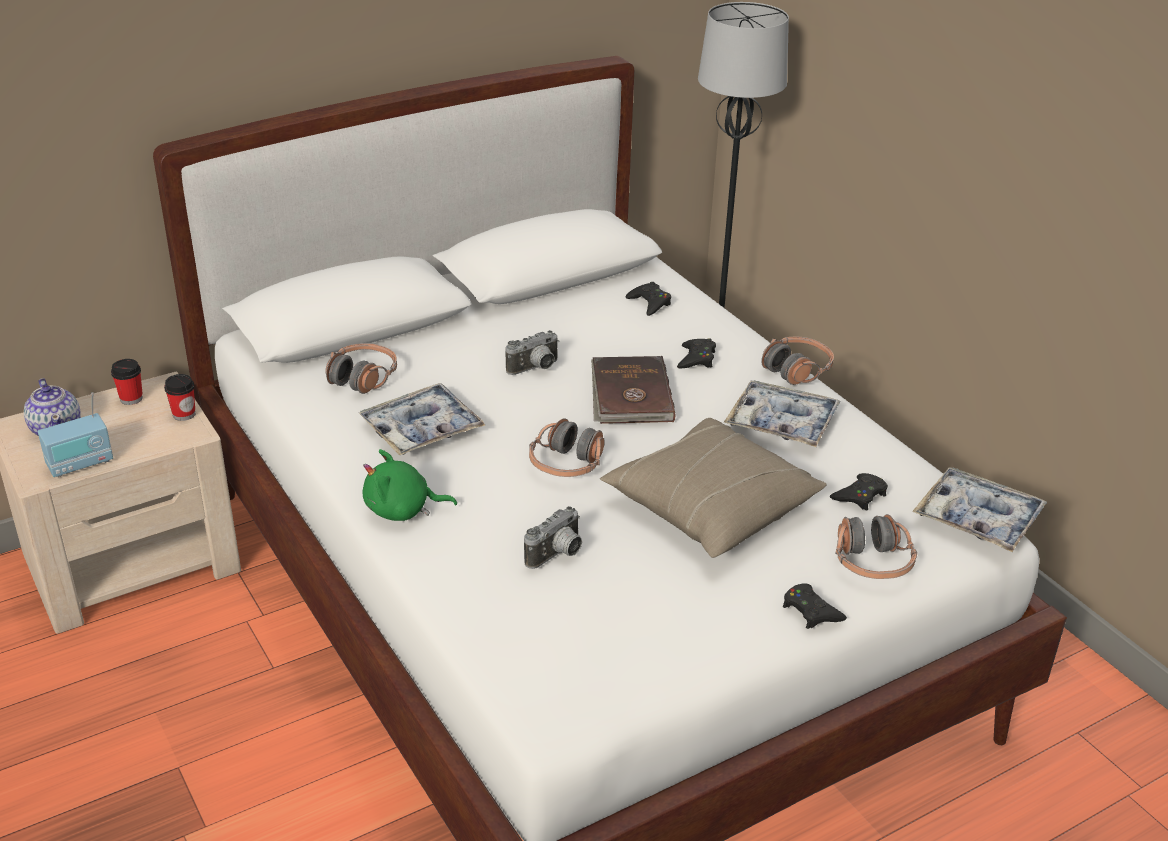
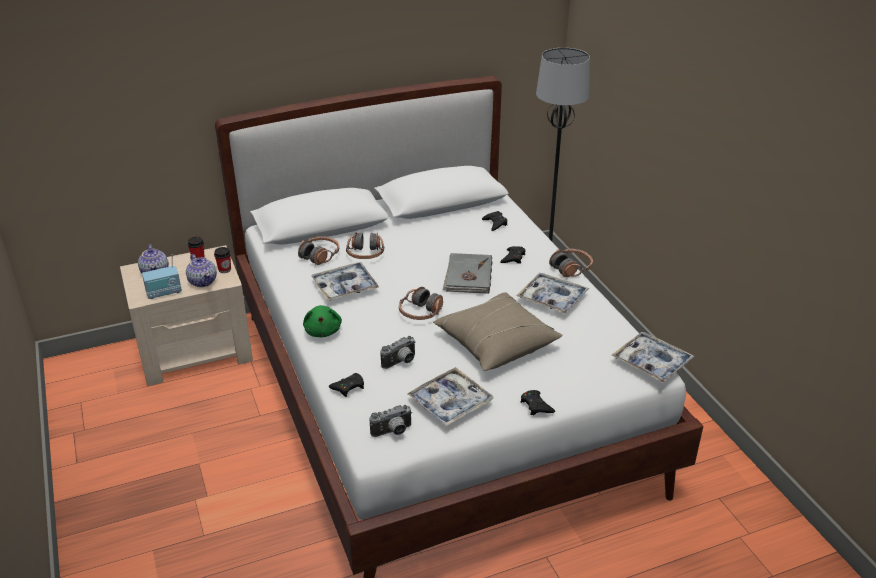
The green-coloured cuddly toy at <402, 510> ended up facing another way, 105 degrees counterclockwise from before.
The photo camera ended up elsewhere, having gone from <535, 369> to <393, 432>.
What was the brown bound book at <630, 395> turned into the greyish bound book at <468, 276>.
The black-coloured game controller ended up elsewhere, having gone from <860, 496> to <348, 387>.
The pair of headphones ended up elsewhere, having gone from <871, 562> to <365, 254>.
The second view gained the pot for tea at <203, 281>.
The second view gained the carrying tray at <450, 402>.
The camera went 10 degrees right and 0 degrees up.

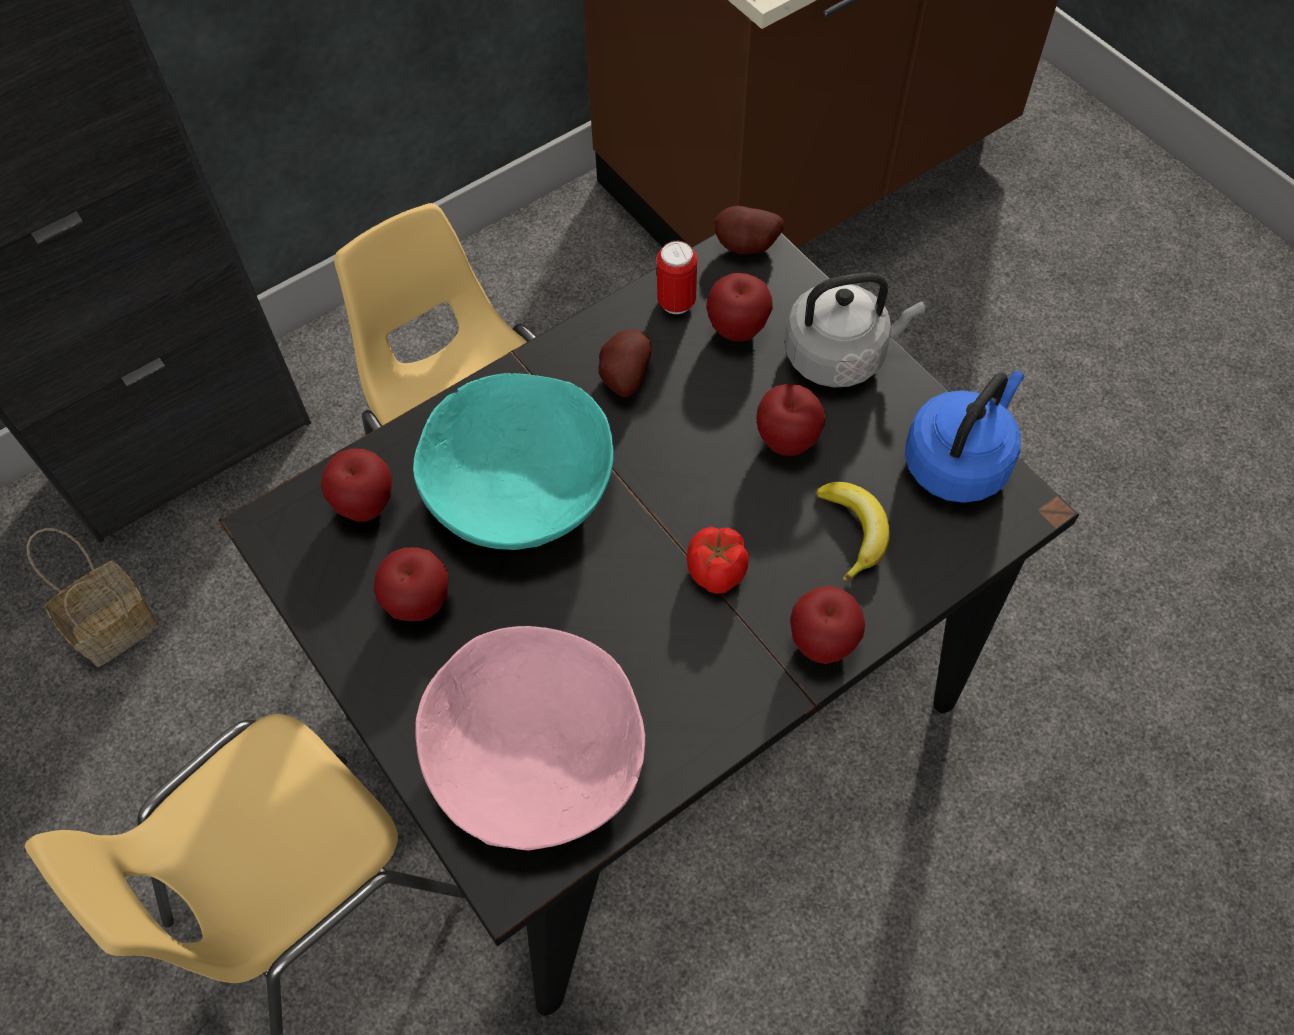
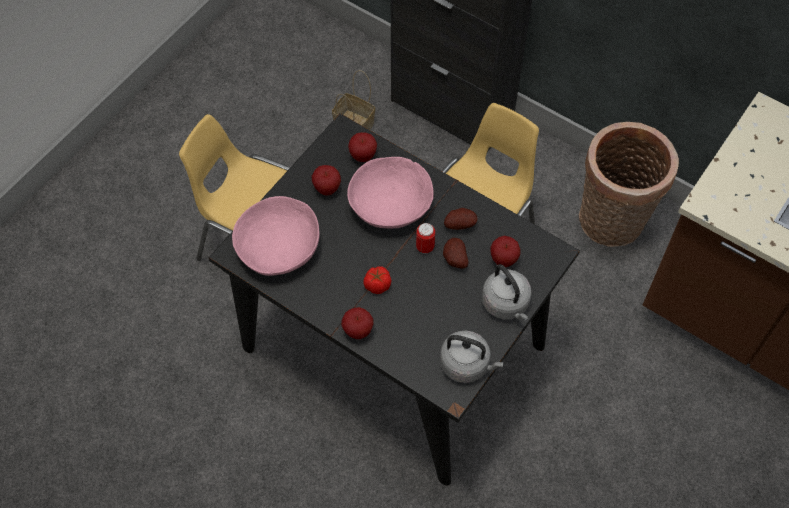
What was the blue-green serving bowl at <520, 488> turned into the pink-coloured serving bowl at <390, 205>.
The sealed can ended up elsewhere, having gone from <676, 302> to <425, 247>.
The spud ended up elsewhere, having gone from <747, 248> to <454, 260>.
The second view lost the apple fruit at <787, 441>.
The second view lost the whole banana at <853, 531>.
What was the blue-coloured kettle at <958, 461> turned into the greyish kettle at <467, 365>.
The second view gained the basket at <611, 224>.
The camera went 70 degrees right and 0 degrees up.

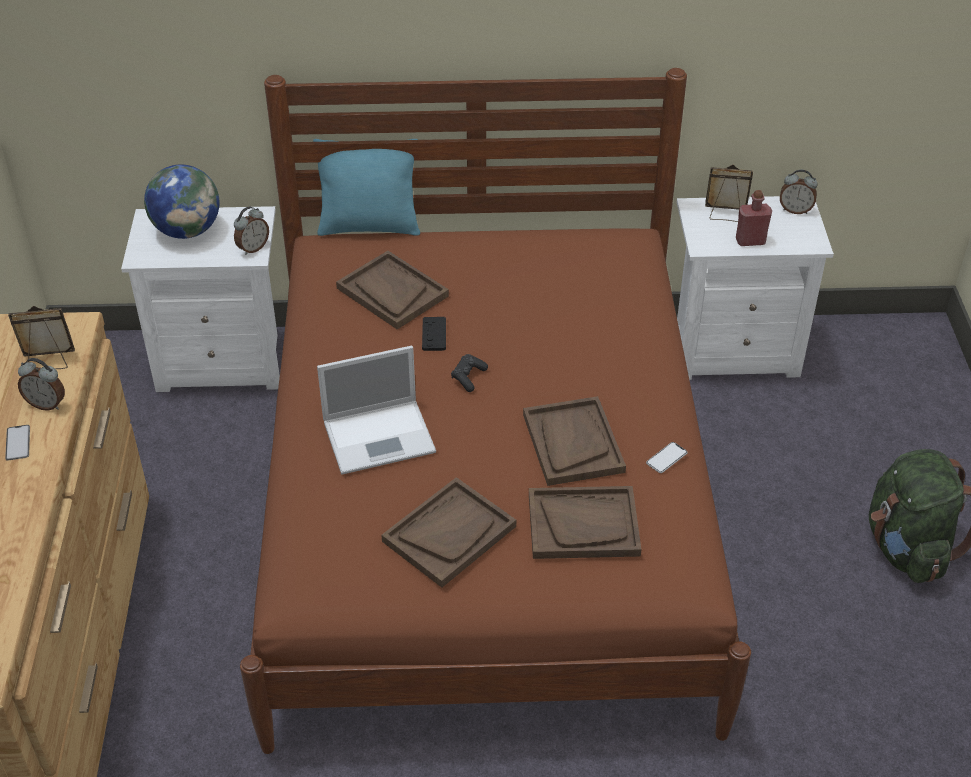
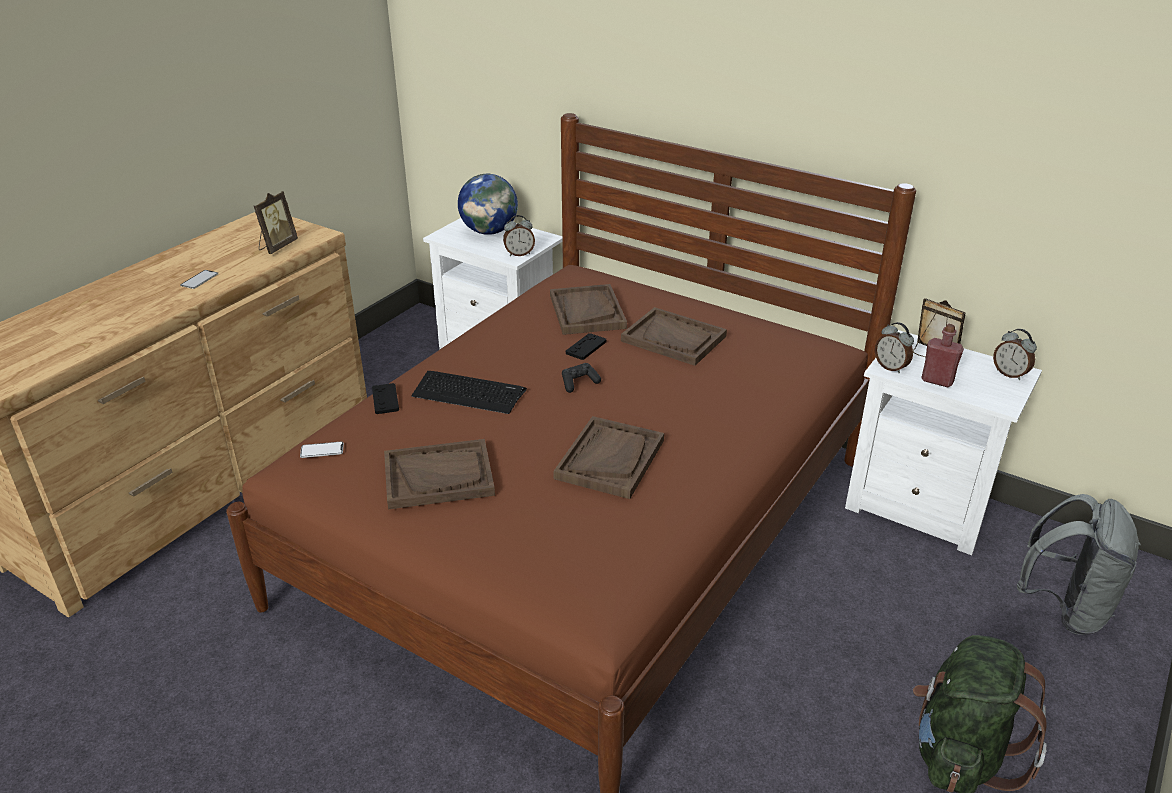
The standing frame at <49, 362> ended up facing another way, 90 degrees clockwise from before.
The table clock ended up elsewhere, having gone from <47, 404> to <891, 367>.
The second view lost the blue-green pillow at <369, 227>.
Where the laptop stood at <381, 436>, the computer keyboard came to stand at <468, 393>.
The brown carrying tray ended up elsewhere, having gone from <583, 524> to <674, 339>.
The handset ended up elsewhere, having gone from <666, 458> to <322, 450>.
The second view gained the black-coloured game controller at <385, 399>.
The second view gained the greyish knapsack at <1065, 608>.
The camera went 35 degrees right and 10 degrees down.

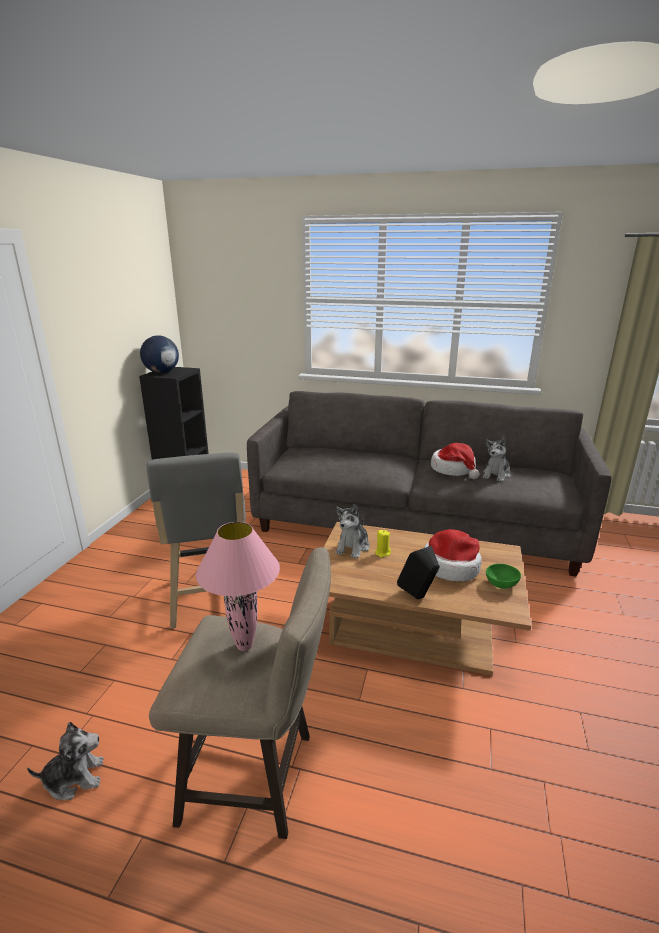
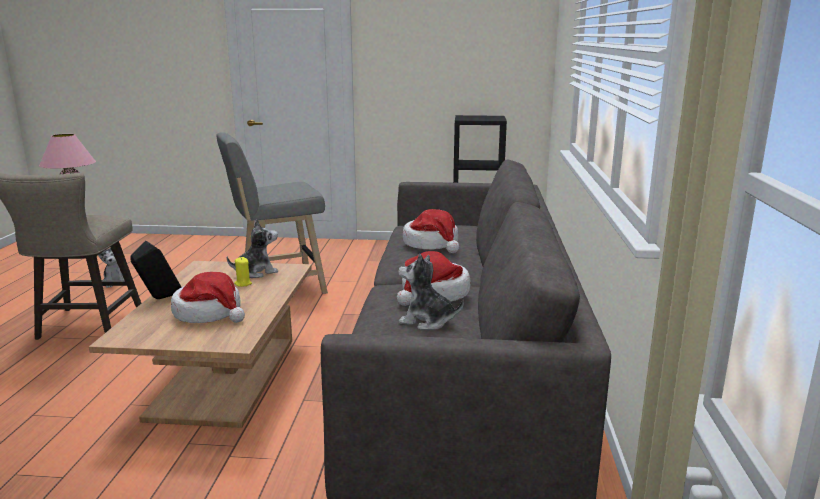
The second view lost the world globe at <161, 372>.
The cuddly toy at <353, 547> ended up facing another way, 135 degrees clockwise from before.
The second view lost the green-coloured serving bowl at <500, 584>.
The second view gained the wearable hat at <432, 244>.
The camera went 80 degrees right and 5 degrees down.

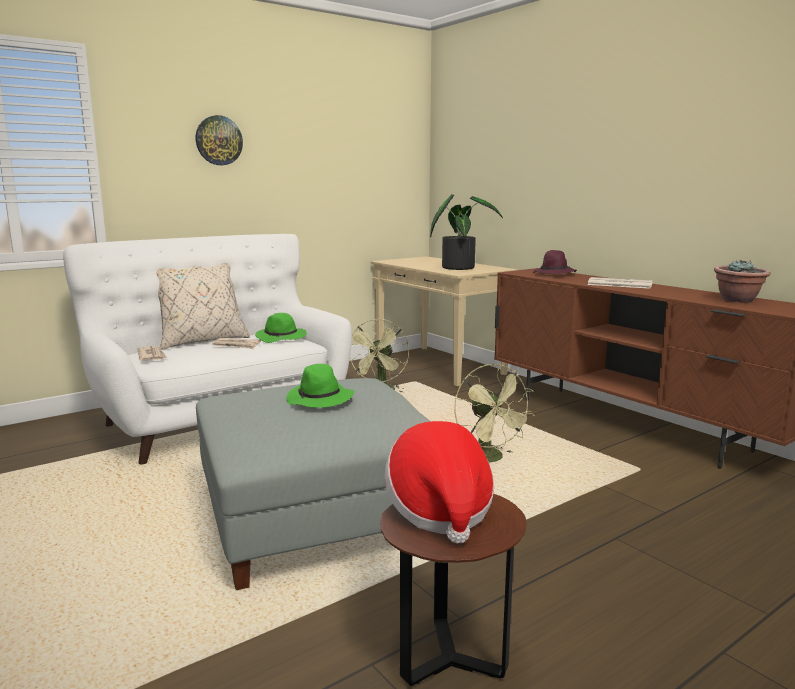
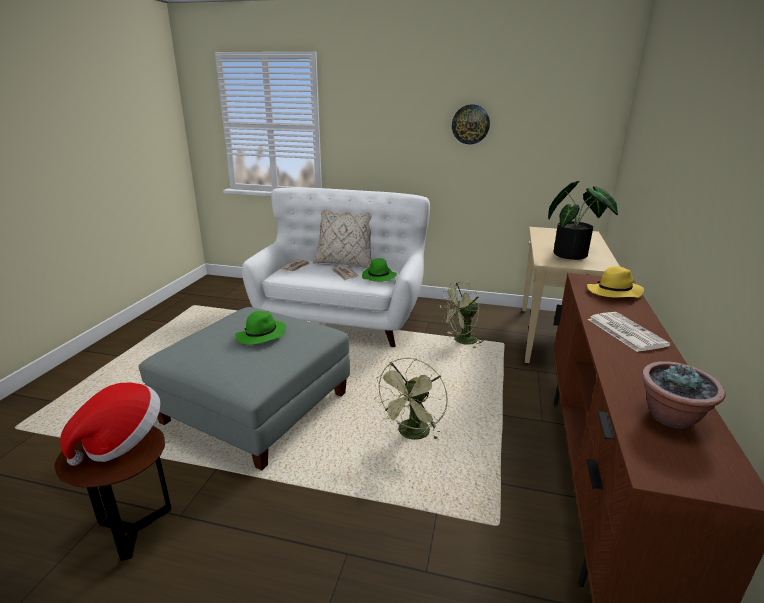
The wall clock ended up elsewhere, having gone from <218, 140> to <470, 124>.
What was the purplish wearable hat at <554, 274> turned into the yellow wearable hat at <613, 293>.
The camera went 50 degrees right and 10 degrees up.

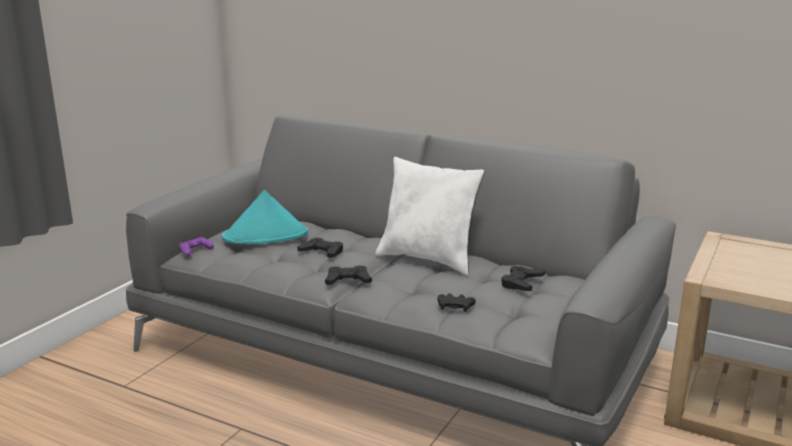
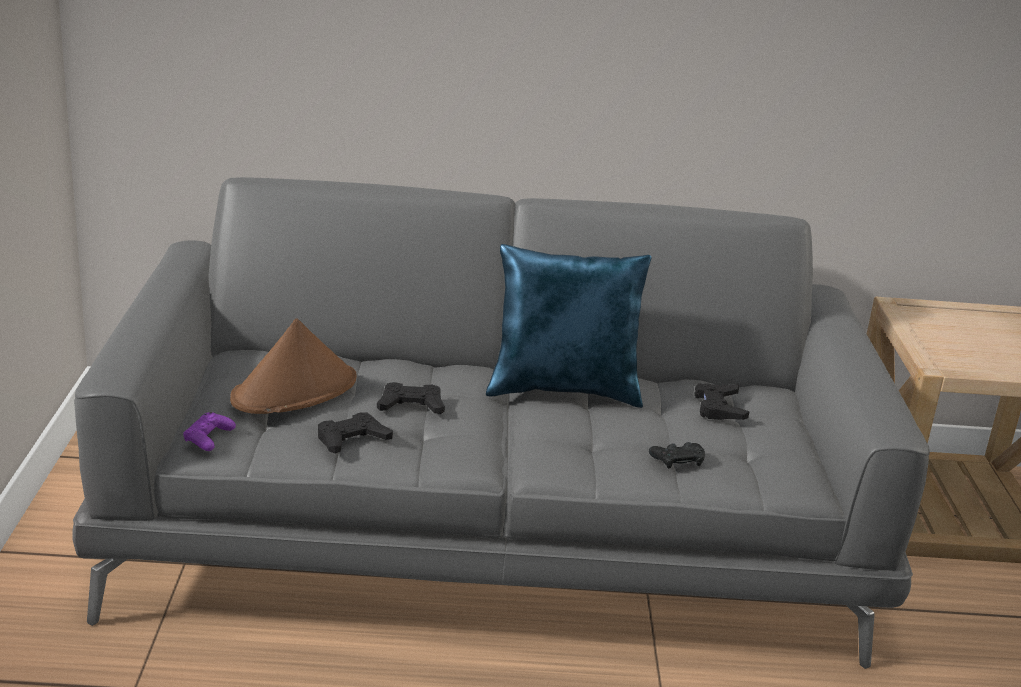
What was the blue-green wearable hat at <266, 235> turned into the brown wearable hat at <295, 390>.
The black-coloured game controller ended up elsewhere, having gone from <348, 280> to <352, 439>.
What was the white pillow at <429, 259> turned into the blue-coloured pillow at <564, 390>.
The camera went 30 degrees left and 5 degrees up.

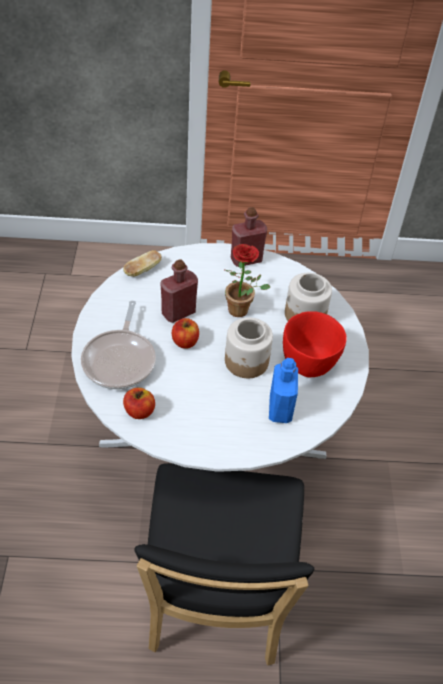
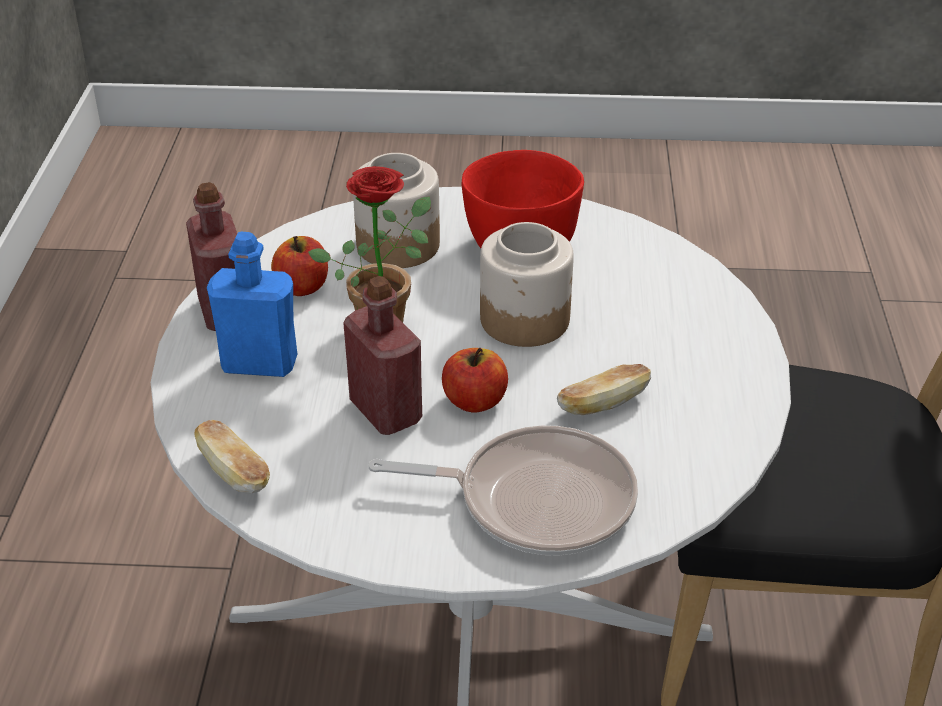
The apple fruit ended up elsewhere, having gone from <139, 411> to <302, 287>.
The blue-coloured beverage bottle ended up elsewhere, having gone from <280, 409> to <259, 364>.
The second view gained the bread at <602, 404>.
The camera went 85 degrees left and 10 degrees down.

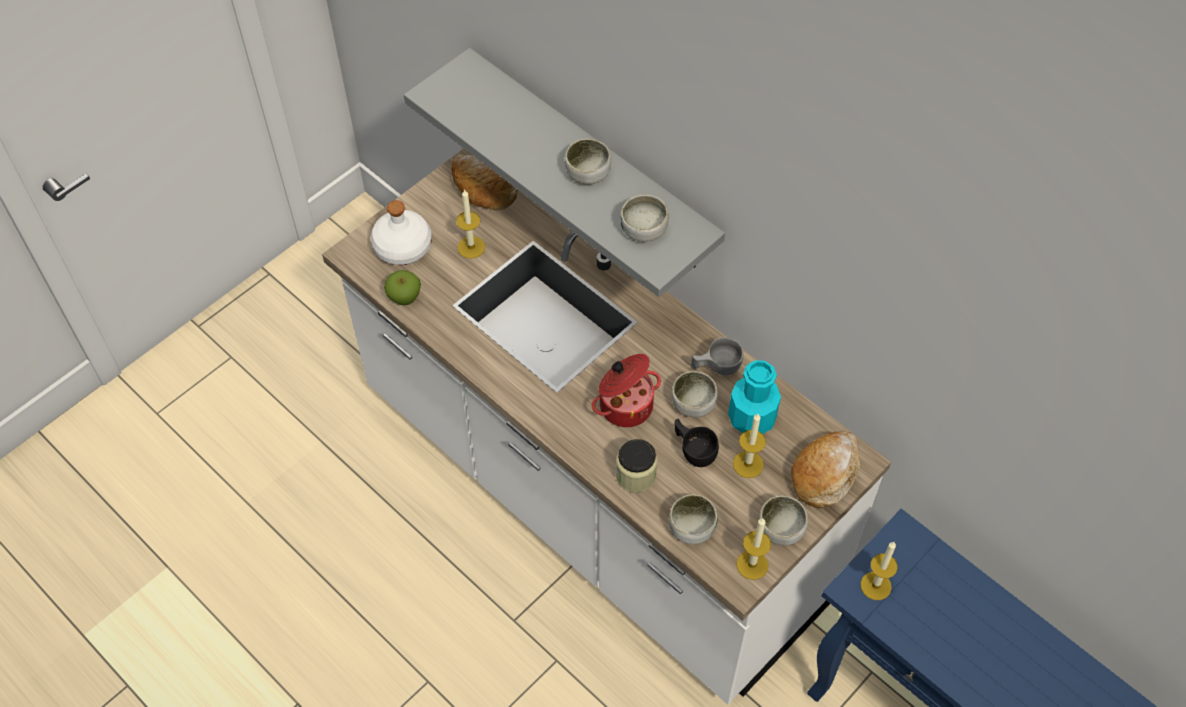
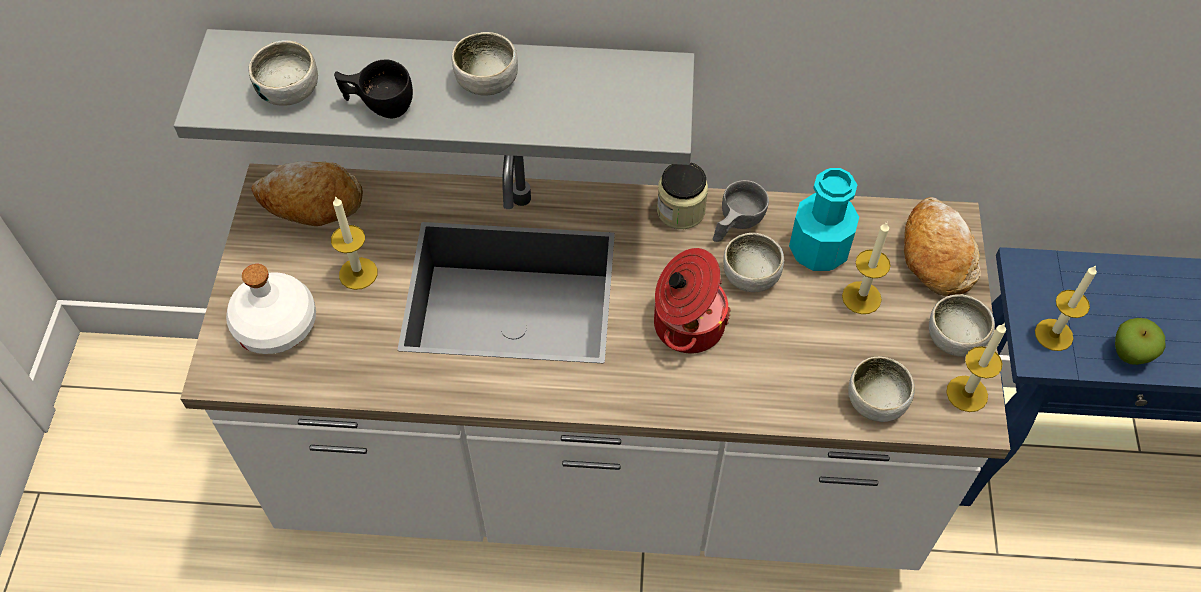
The apple fruit ended up elsewhere, having gone from <404, 298> to <1130, 354>.
The storage jar ended up elsewhere, having gone from <636, 475> to <680, 211>.
The serving bowl ended up elsewhere, having gone from <643, 229> to <289, 90>.
The black-coloured drinking cup ended up elsewhere, having gone from <693, 450> to <378, 105>.
The camera went 40 degrees left and 0 degrees up.

